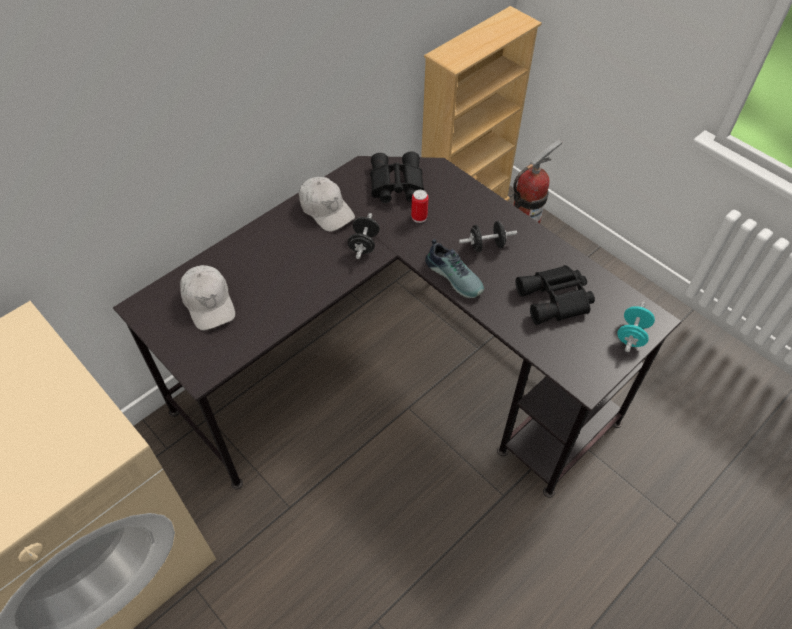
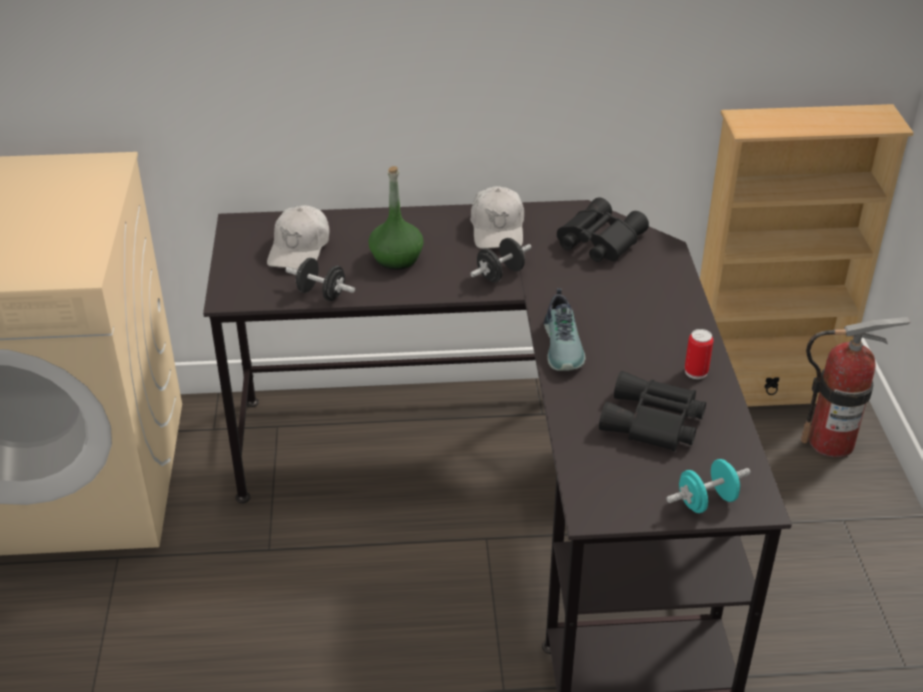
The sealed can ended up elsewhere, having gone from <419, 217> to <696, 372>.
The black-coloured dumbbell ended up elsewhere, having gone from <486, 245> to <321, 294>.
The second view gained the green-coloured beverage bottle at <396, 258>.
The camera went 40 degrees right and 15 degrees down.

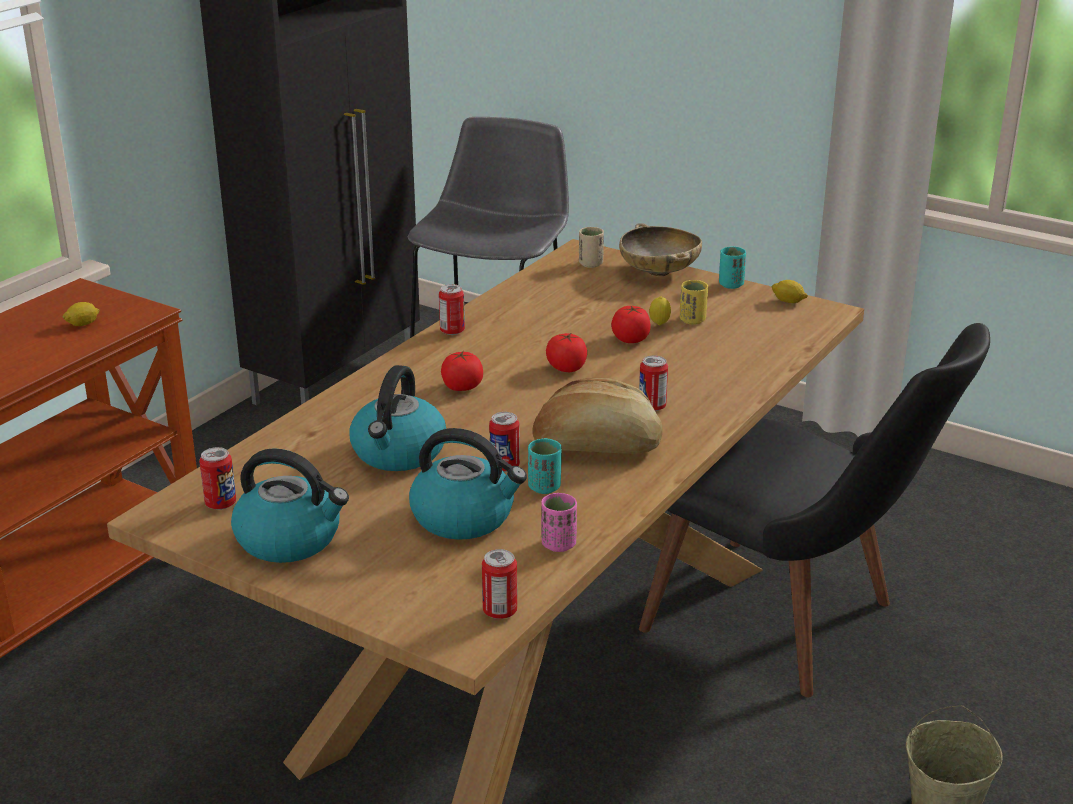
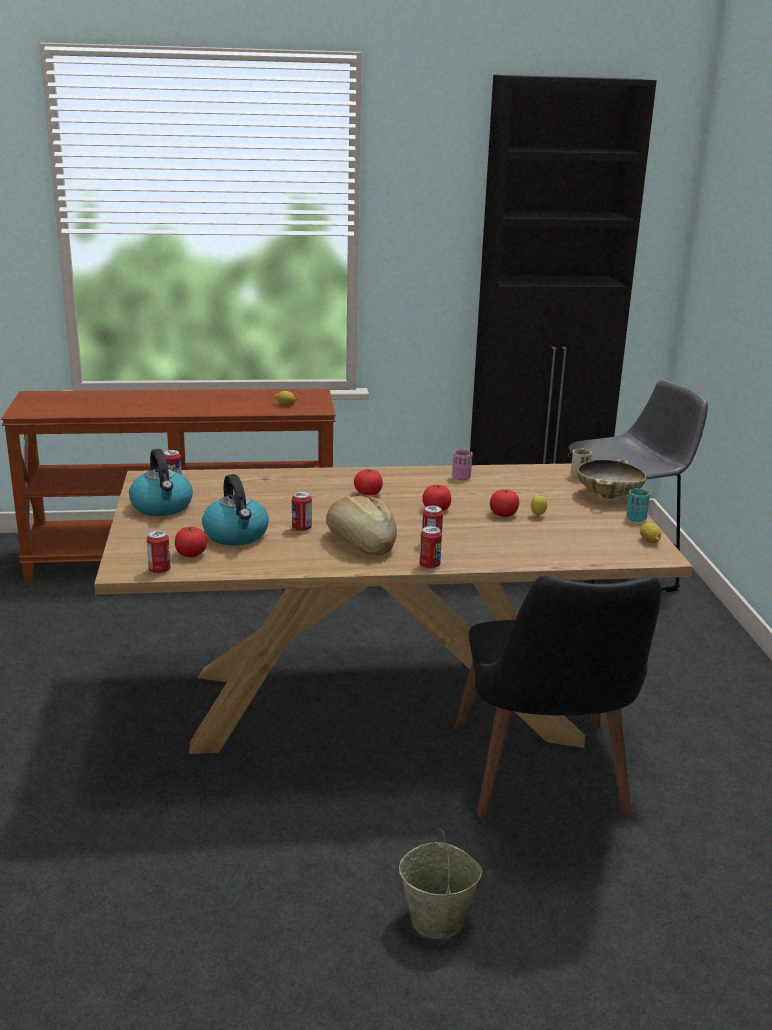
The second view lost the kettle at <398, 453>.
The sealed can ended up elsewhere, having gone from <452, 331> to <429, 565>.
The second view lost the blue-green drinking cup at <544, 487>.
The pink-coloured drinking cup ended up elsewhere, having gone from <558, 544> to <461, 477>.
The second view lost the yellow drinking cup at <692, 320>.
The second view gained the tomato at <191, 554>.
The camera went 50 degrees right and 5 degrees down.

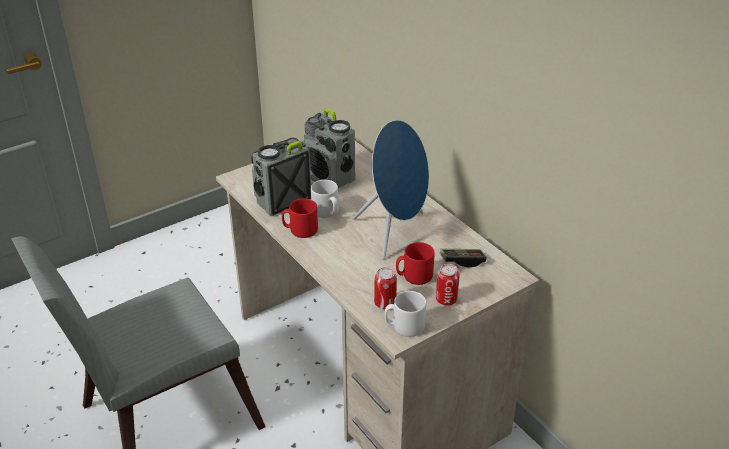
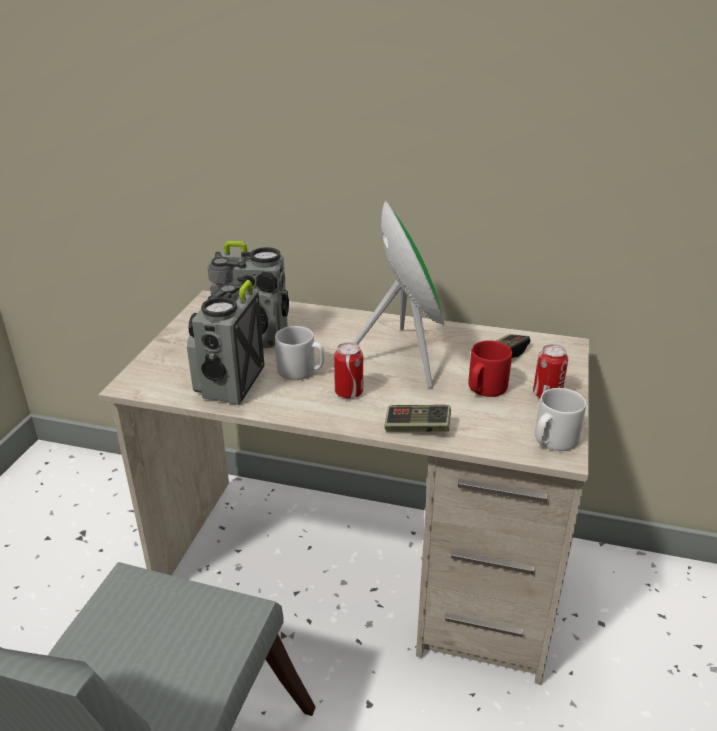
The second view lost the red coffee mug at <300, 230>.
What was the blue-coloured loudspeaker at <395, 232> turned into the green-coloured loudspeaker at <402, 358>.
The sealed can ended up elsewhere, having gone from <385, 303> to <349, 392>.
The second view gained the game controller at <417, 428>.
The camera went 40 degrees left and 5 degrees down.

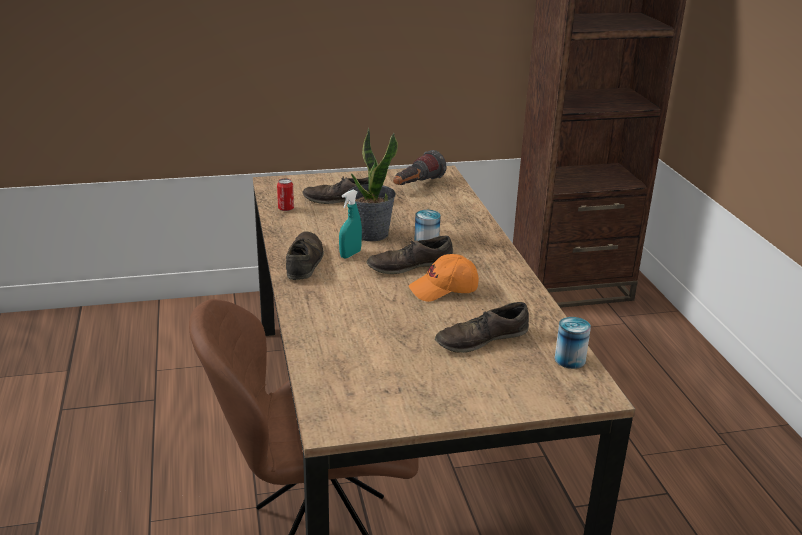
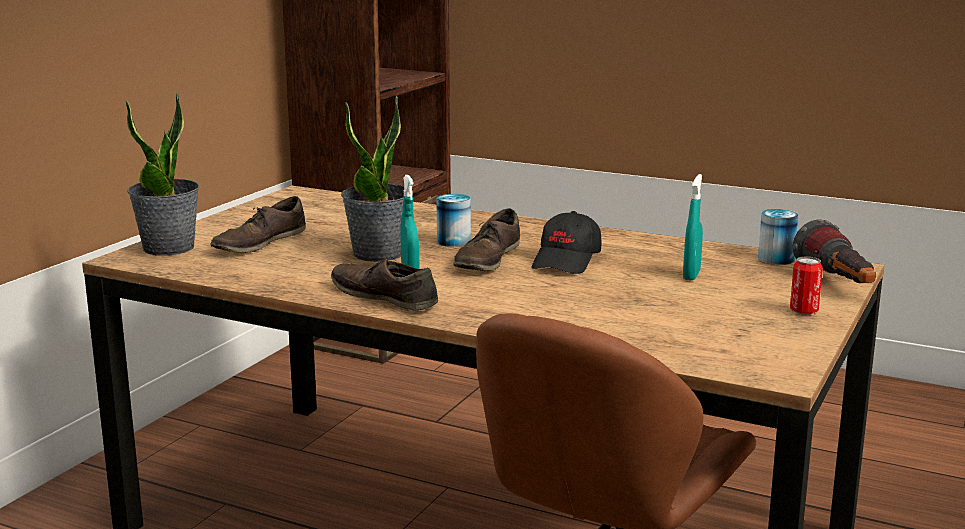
The sealed can ended up elsewhere, having gone from <286, 209> to <803, 311>.
The torch ended up elsewhere, having gone from <416, 186> to <837, 284>.
What was the orange-coloured baseball cap at <444, 289> turned into the black-coloured baseball cap at <567, 261>.
Where the brown low shoe stood at <481, 339>, the blue-green hand sprayer came to stand at <691, 275>.
The second view gained the plant in a pot at <169, 248>.
The camera went 50 degrees left and 10 degrees down.

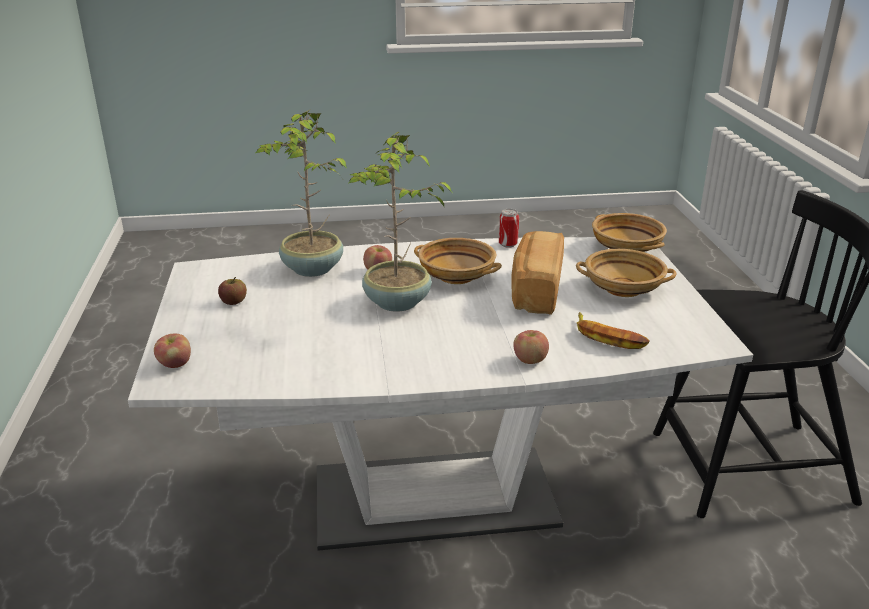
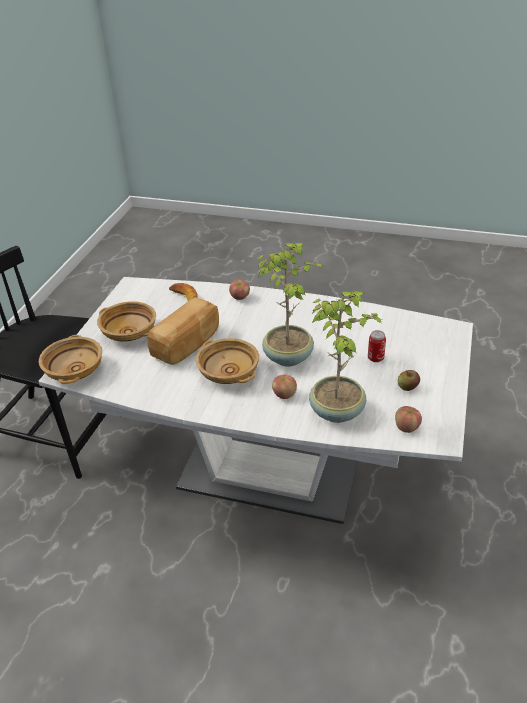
The apple fruit ended up elsewhere, having gone from <175, 364> to <406, 427>.
The sealed can ended up elsewhere, having gone from <508, 244> to <375, 358>.
The camera went 155 degrees left and 10 degrees up.

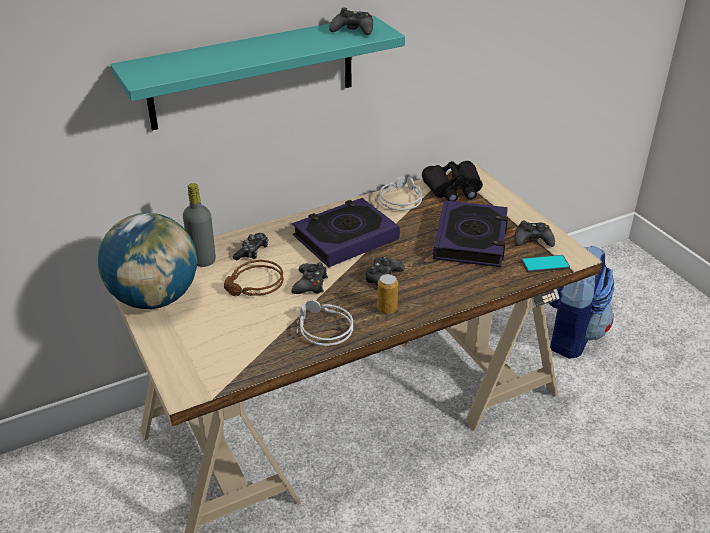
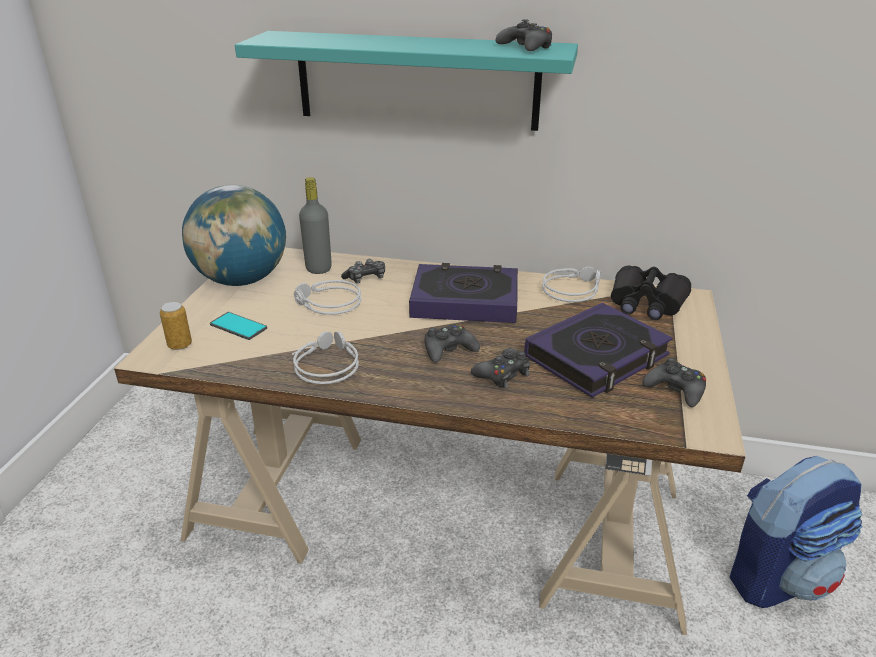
What was the brown pair of headphones at <254, 285> turned into the greyish pair of headphones at <327, 304>.
The black-coloured game controller ended up elsewhere, having gone from <310, 284> to <502, 374>.
The sealed can ended up elsewhere, having gone from <387, 309> to <180, 345>.
The handset ended up elsewhere, having gone from <545, 264> to <238, 327>.
The camera went 40 degrees right and 5 degrees down.

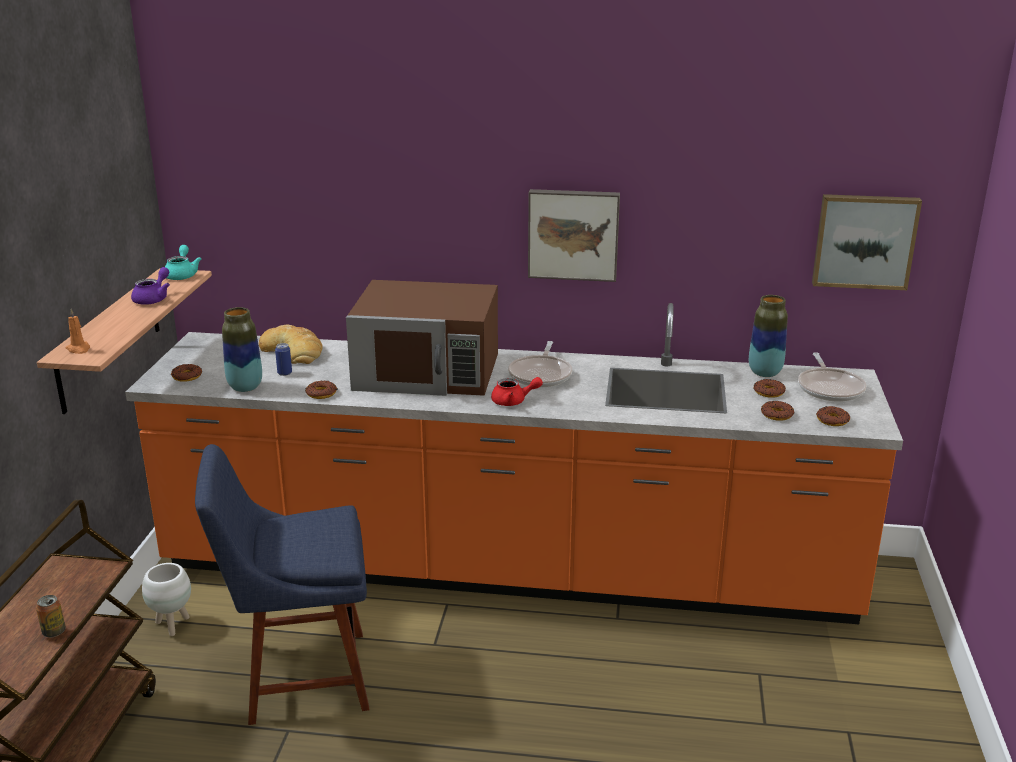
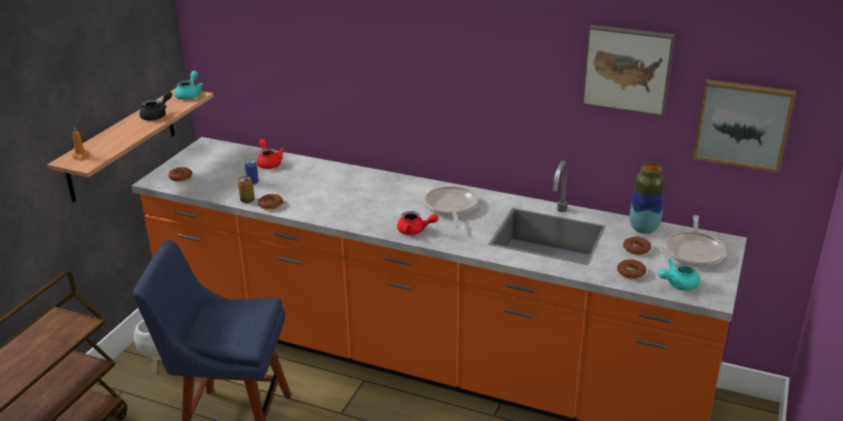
The sealed can ended up elsewhere, having gone from <54, 632> to <247, 200>.
What was the purplish pot for tea at <153, 299> turned into the black-coloured pot for tea at <157, 115>.
The second view lost the vase at <245, 387>.
Where the bread stood at <293, 351>, the red pot for tea came to stand at <269, 163>.
The second view lost the brown microwave at <428, 371>.
The frying pan at <541, 374> ended up facing another way, 150 degrees clockwise from before.
The picture ended up elsewhere, having gone from <573, 234> to <627, 68>.
Where the ring doughnut stood at <832, 420>, the blue-green pot for tea came to stand at <678, 284>.
The camera went 15 degrees right and 5 degrees up.

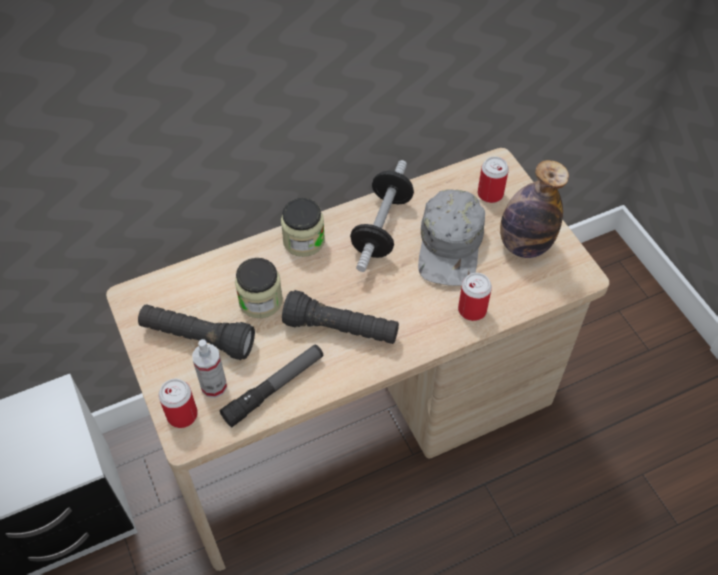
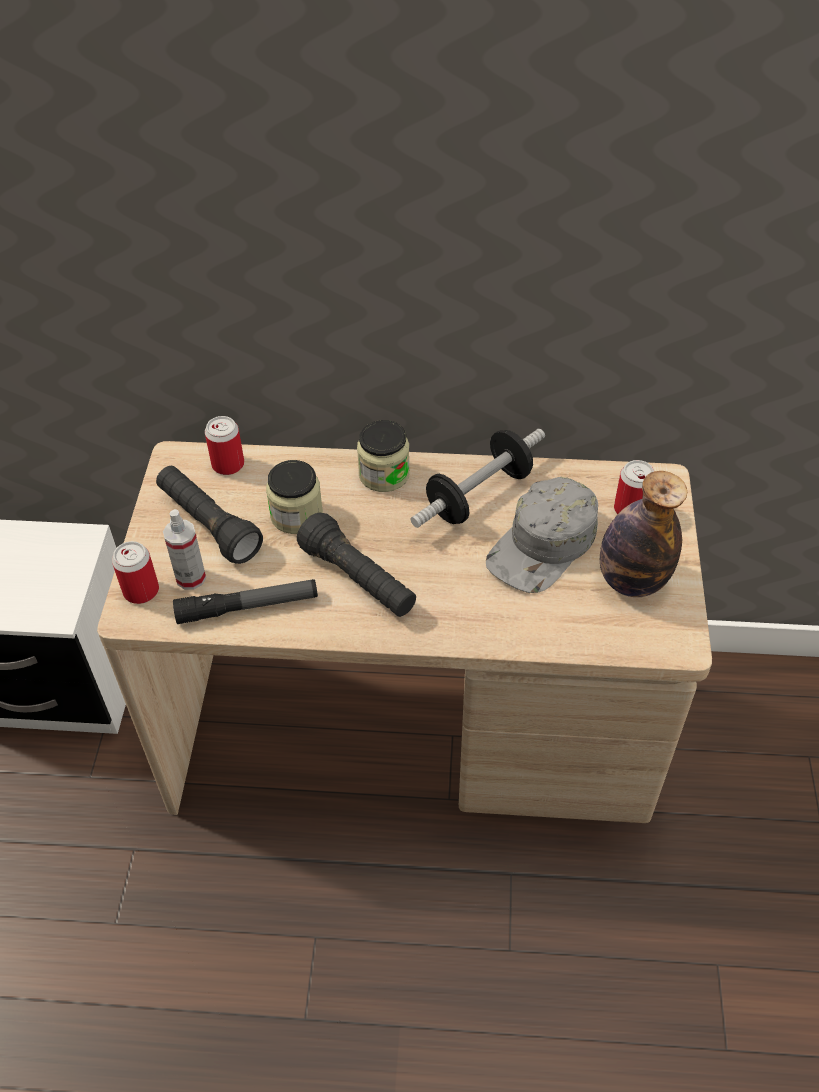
The sealed can ended up elsewhere, having gone from <472, 310> to <228, 464>.
The camera went 30 degrees right and 5 degrees down.

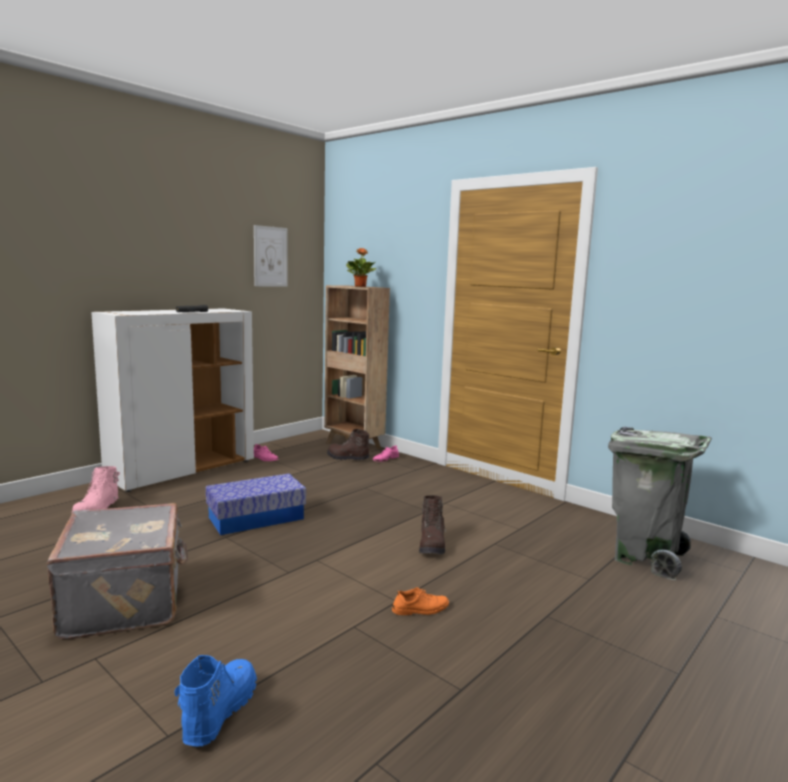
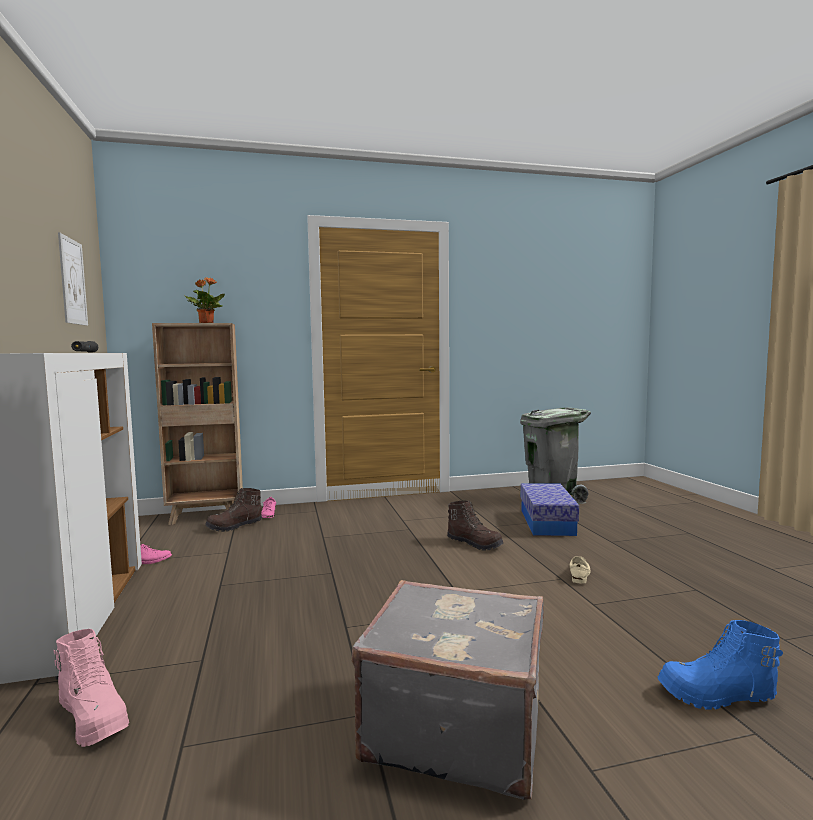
The blue-coloured boot at <219, 712> ended up facing another way, 45 degrees counterclockwise from before.
The storage bin ended up elsewhere, having gone from <256, 518> to <547, 522>.
What was the orange-coloured low shoe at <420, 609> turned into the beige low shoe at <579, 574>.
The camera went 55 degrees left and 5 degrees down.

